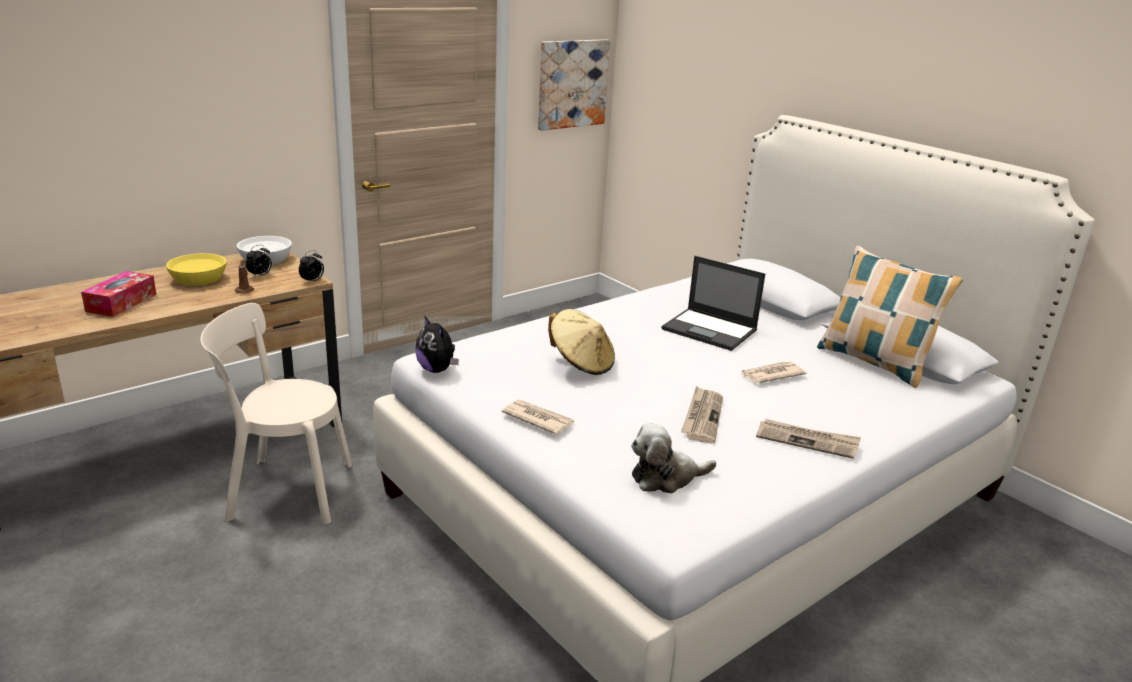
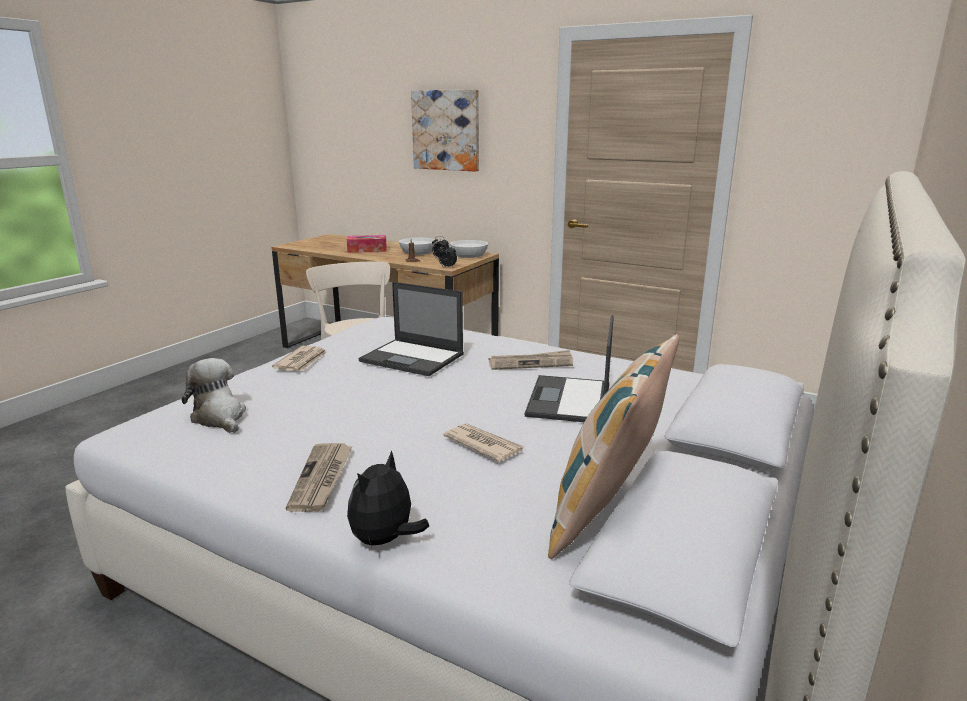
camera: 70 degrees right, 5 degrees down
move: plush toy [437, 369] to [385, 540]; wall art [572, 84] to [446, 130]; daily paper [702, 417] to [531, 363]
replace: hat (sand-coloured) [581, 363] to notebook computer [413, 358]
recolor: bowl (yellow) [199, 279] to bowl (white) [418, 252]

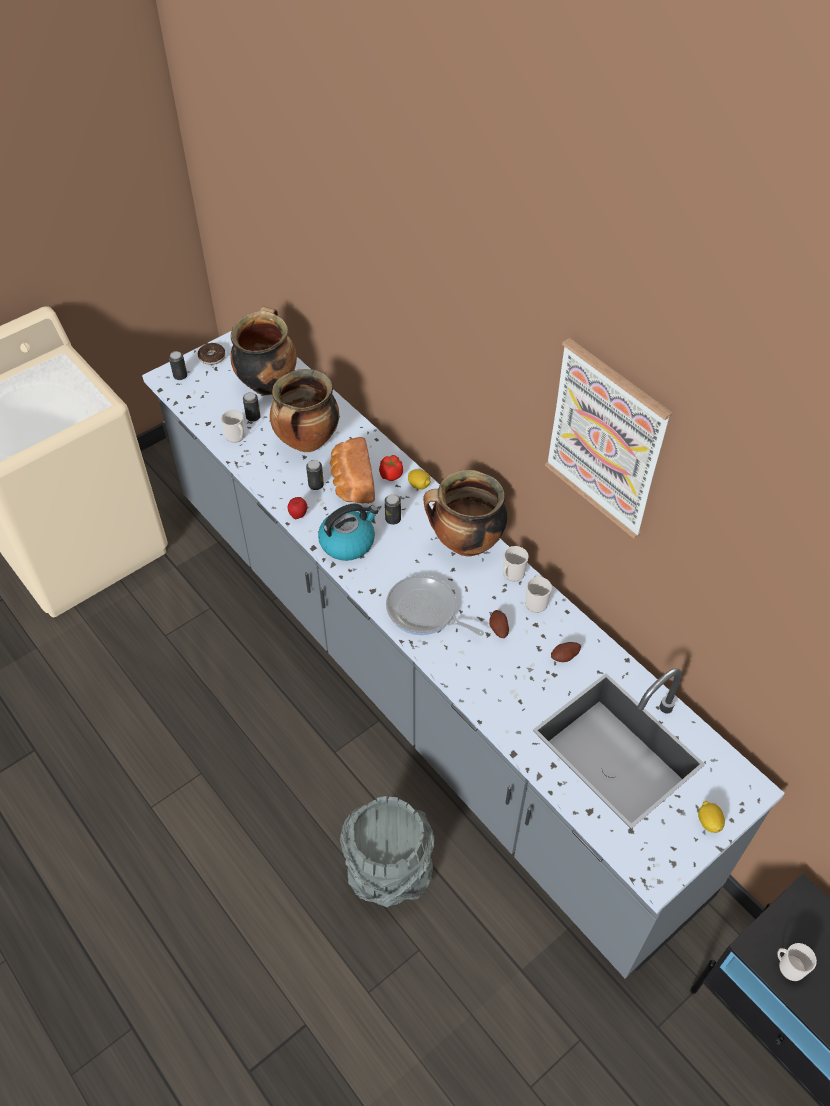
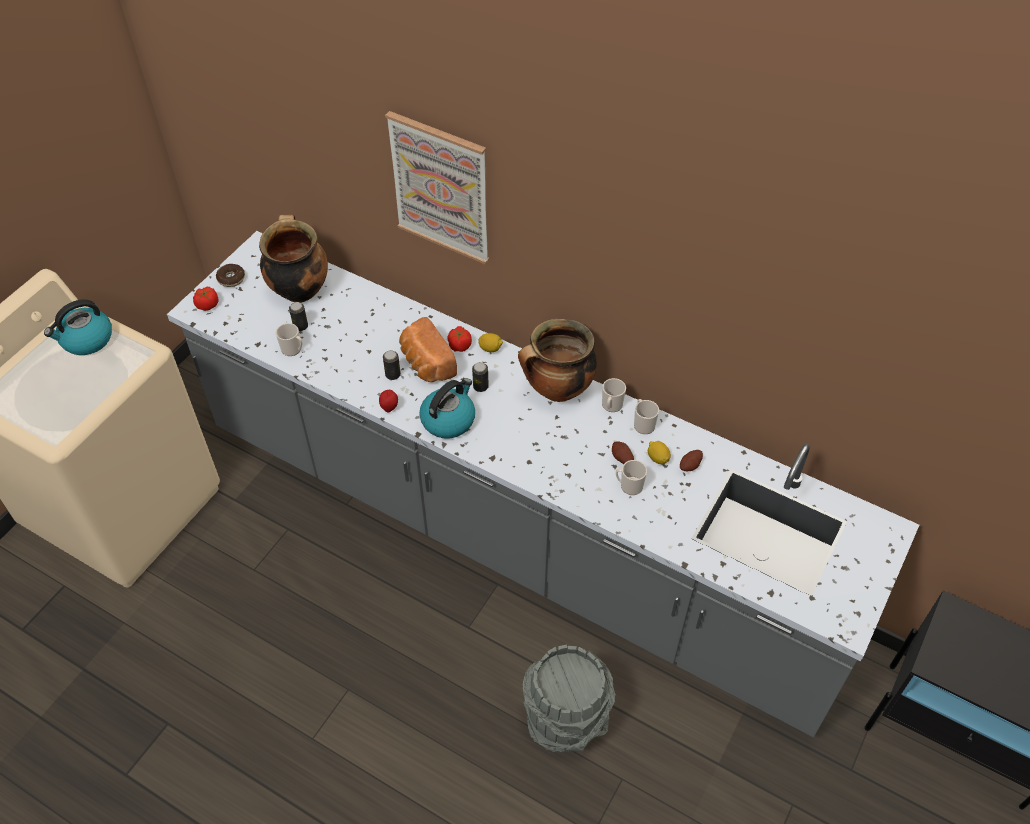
camera: 20 degrees left, 0 degrees up
delete: cooking pot [307, 442]; frying pan [425, 611]
insert: kettle [86, 340]
move: wall art [606, 439] to [441, 188]; lemon [708, 822] to [657, 458]; tea mug [788, 966] to [629, 486]
replace: sealed can [180, 376] to whole tomato [207, 305]

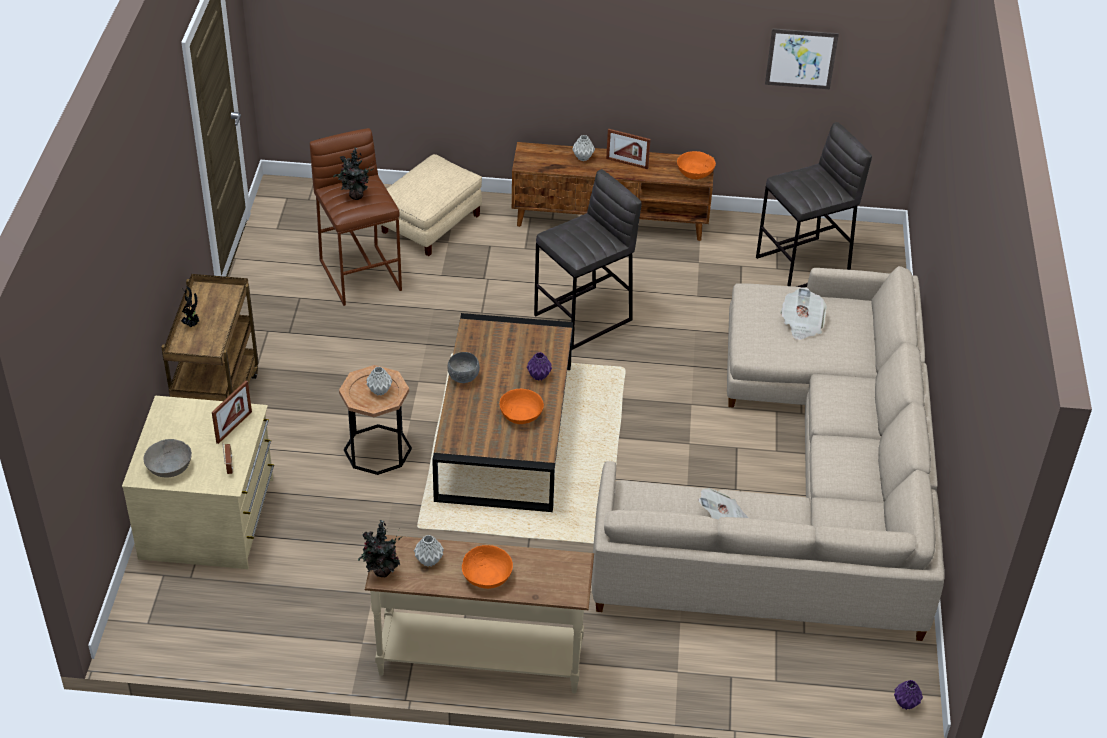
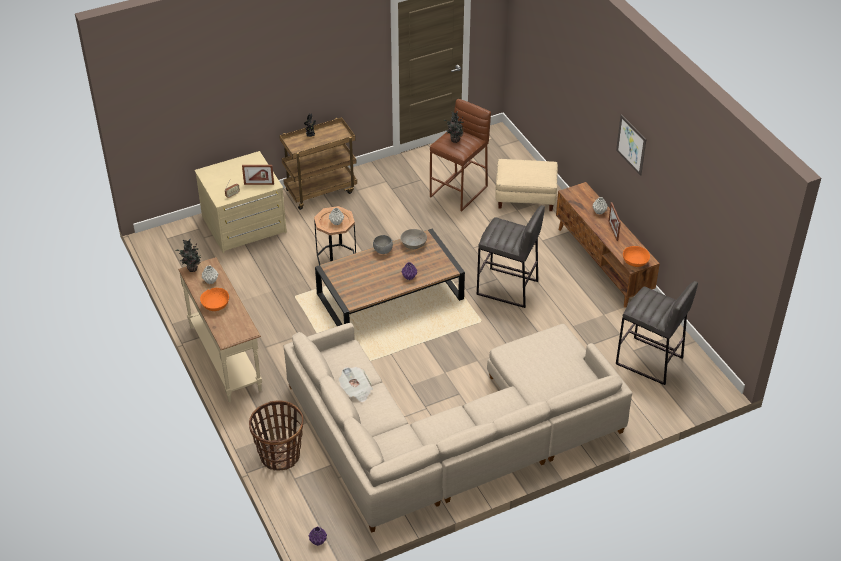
camera: 60 degrees right, 0 degrees up
delete: bowl (orangey) [521, 414]; daily paper [801, 324]
insert: basket [279, 455]
move: bowl (gray) [169, 466] to [413, 243]; wall art [801, 58] to [631, 144]

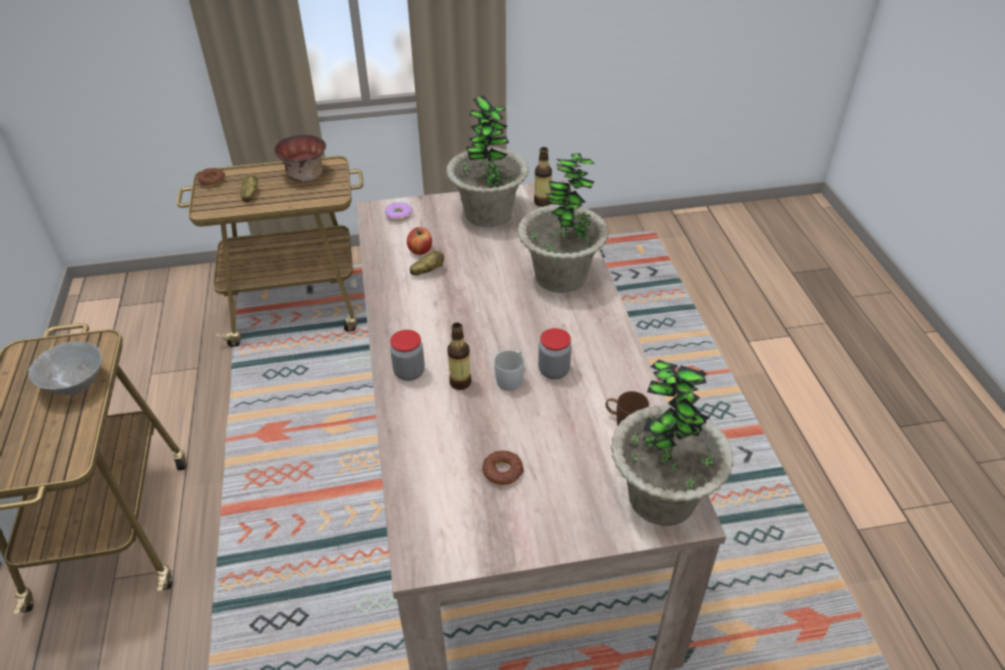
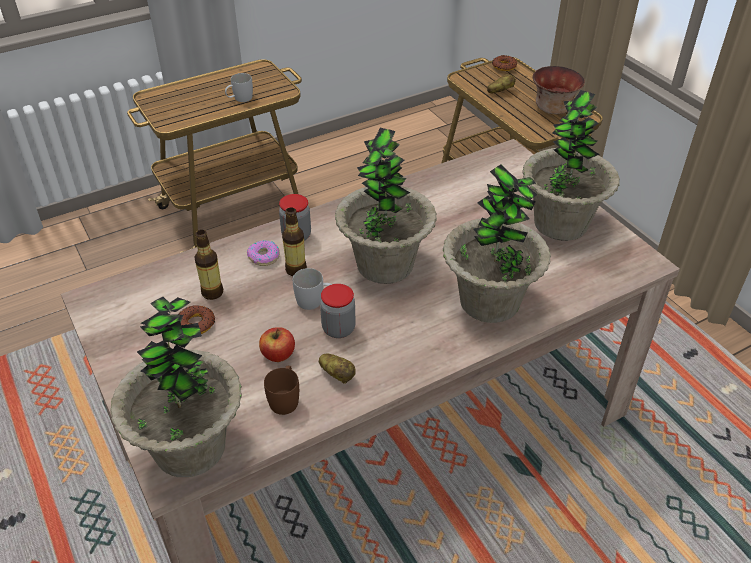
camera: 70 degrees right, 0 degrees up
insert: houseplant [385, 265]
move: ring doughnut [399, 215] to [264, 257]; apple [420, 250] to [278, 354]; spud [427, 271] to [337, 375]; drink bottle [542, 202] to [212, 292]
replace: bowl (gray) [76, 385] to tea mug (white) [240, 99]

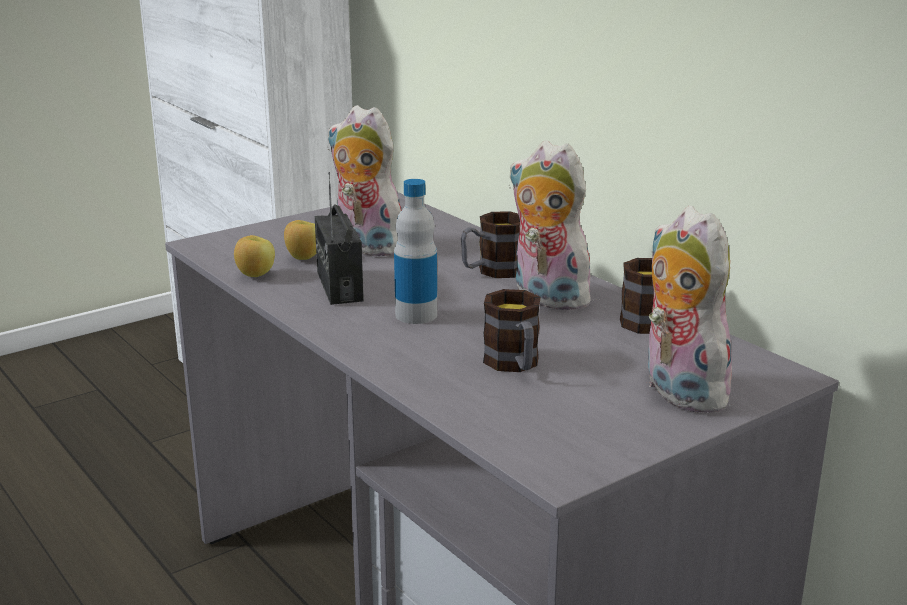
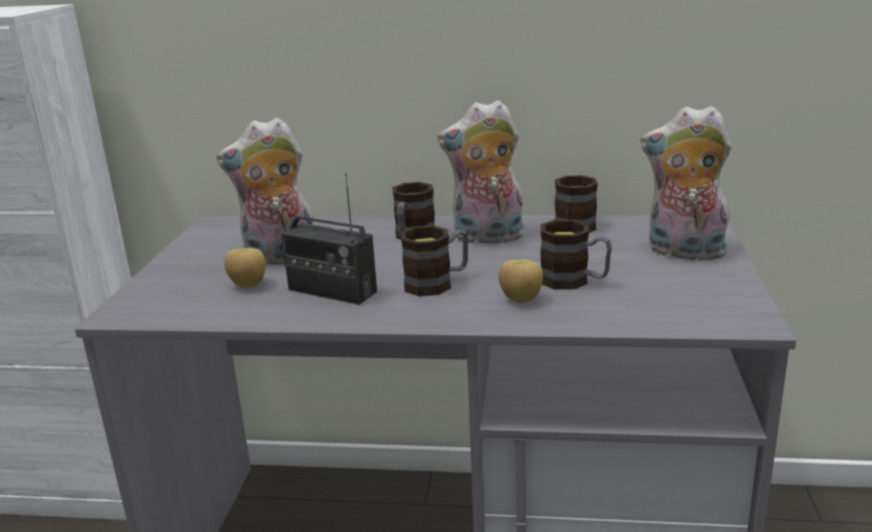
camera: 45 degrees left, 0 degrees up
move: apple [255, 275] to [520, 300]
replace: drink bottle [416, 315] to tea mug [437, 283]

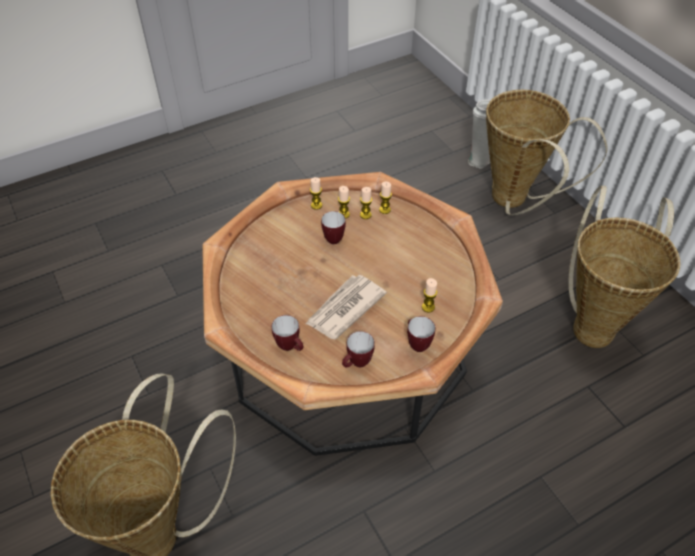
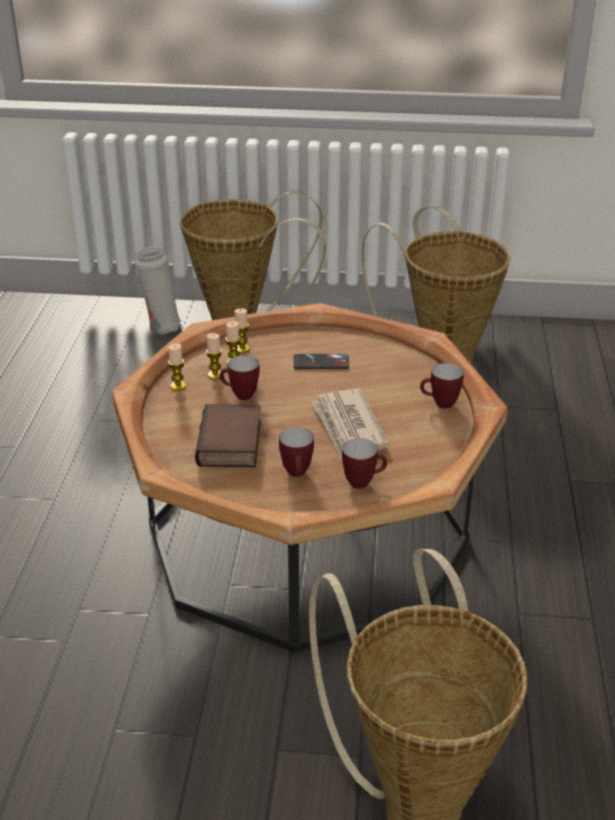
camera: 55 degrees left, 15 degrees down
delete: wax candle [428, 307]
insert: bound book [232, 444]; telephone [321, 362]
move: tea mug [357, 364] to [297, 475]

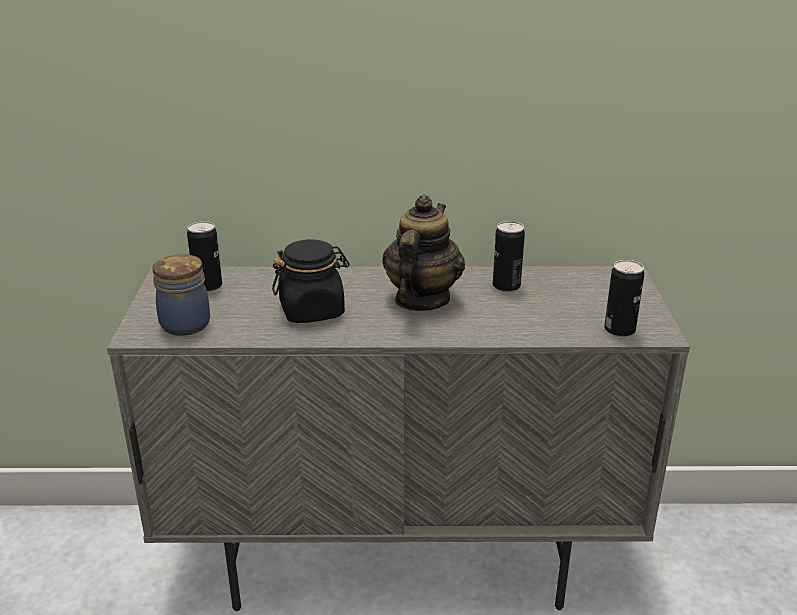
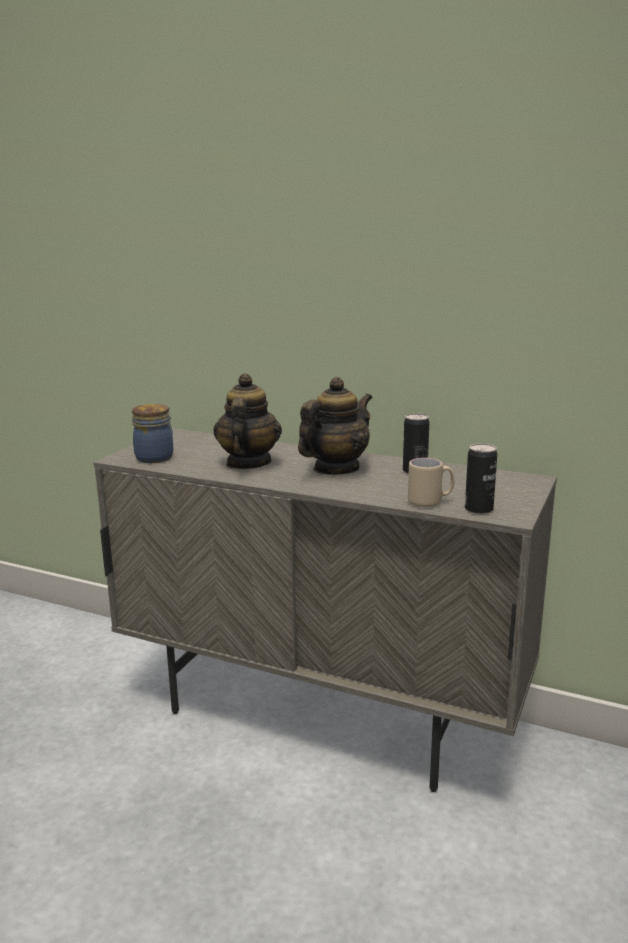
camera: 25 degrees right, 10 degrees down
delete: sealed can [208, 286]
insert: tea mug (sand-coloured) [430, 502]
replace: storage jar (blackish) [312, 310] to tea pot [247, 463]

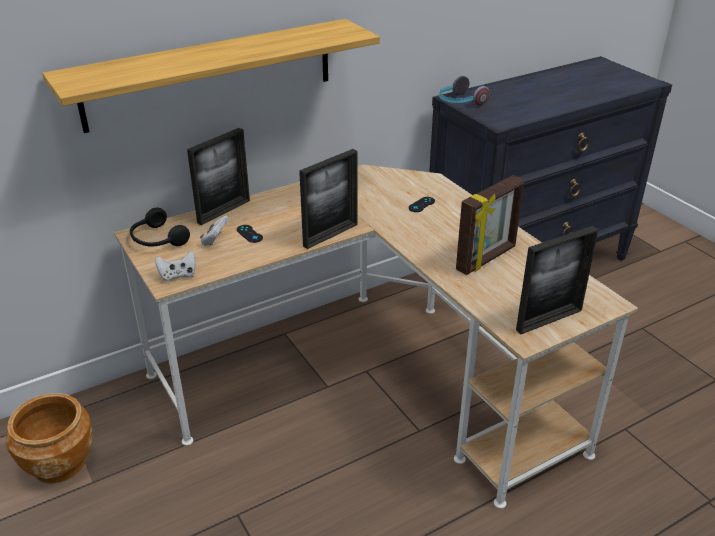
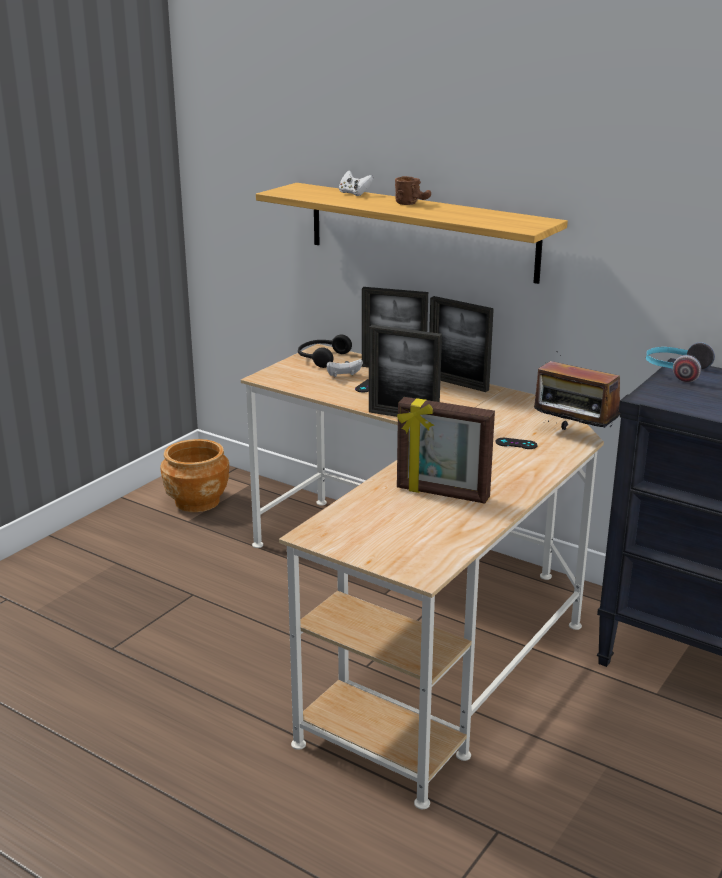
camera: 65 degrees right, 10 degrees down
insert: tea mug (brown) [413, 203]; radio [573, 435]
move: game controller (white) [178, 276] to [354, 194]; photo frame [549, 320] to [458, 383]

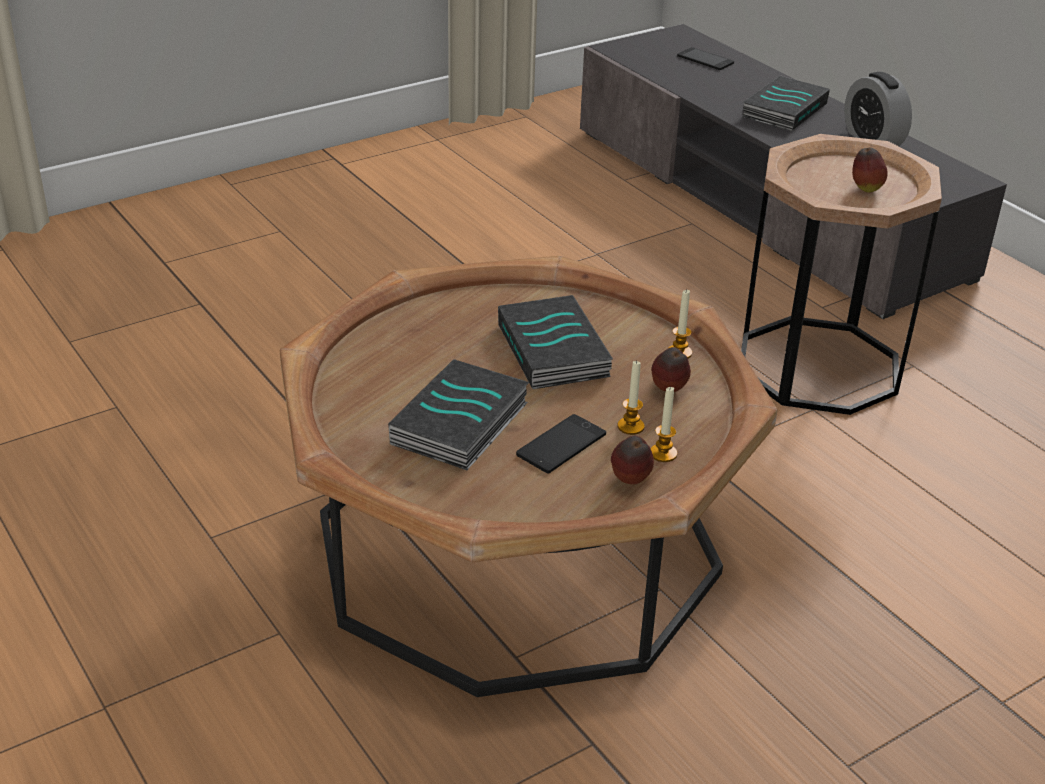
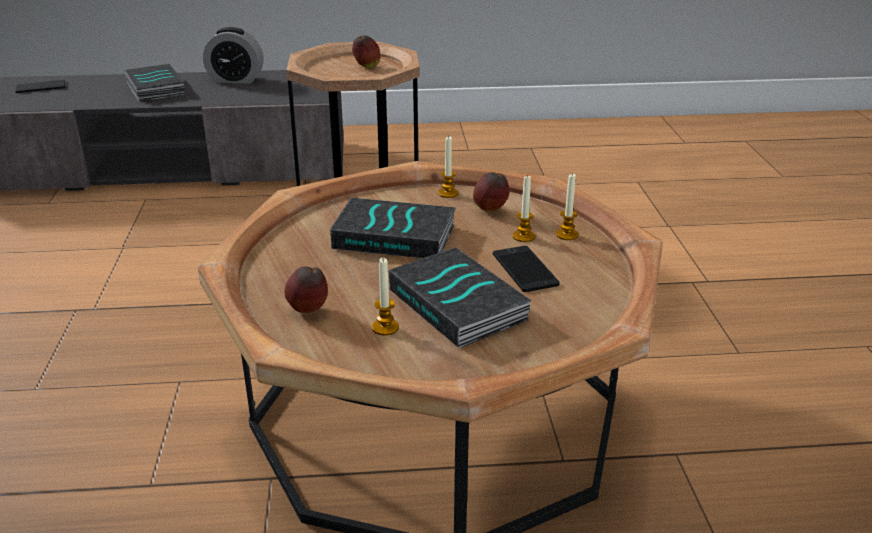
camera: 60 degrees left, 5 degrees down
insert: wax candle [385, 327]
move: apple [630, 481] to [309, 311]

